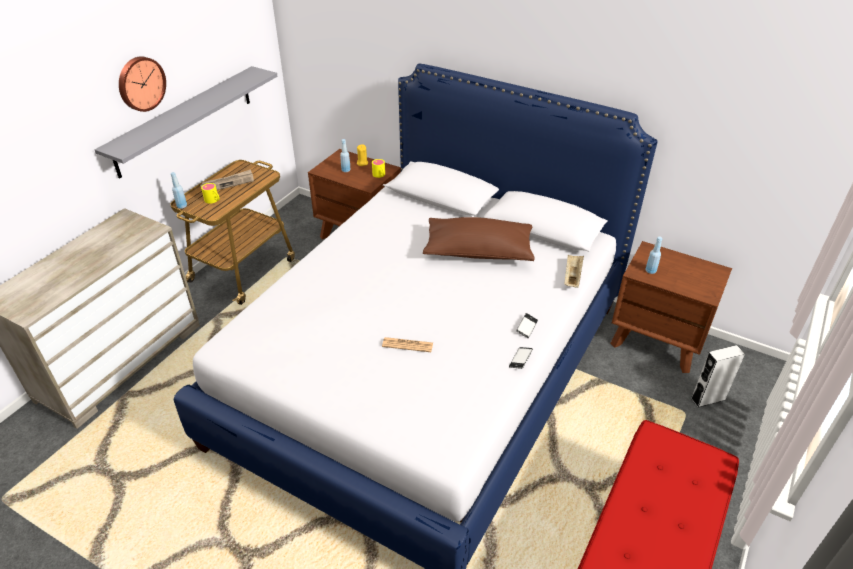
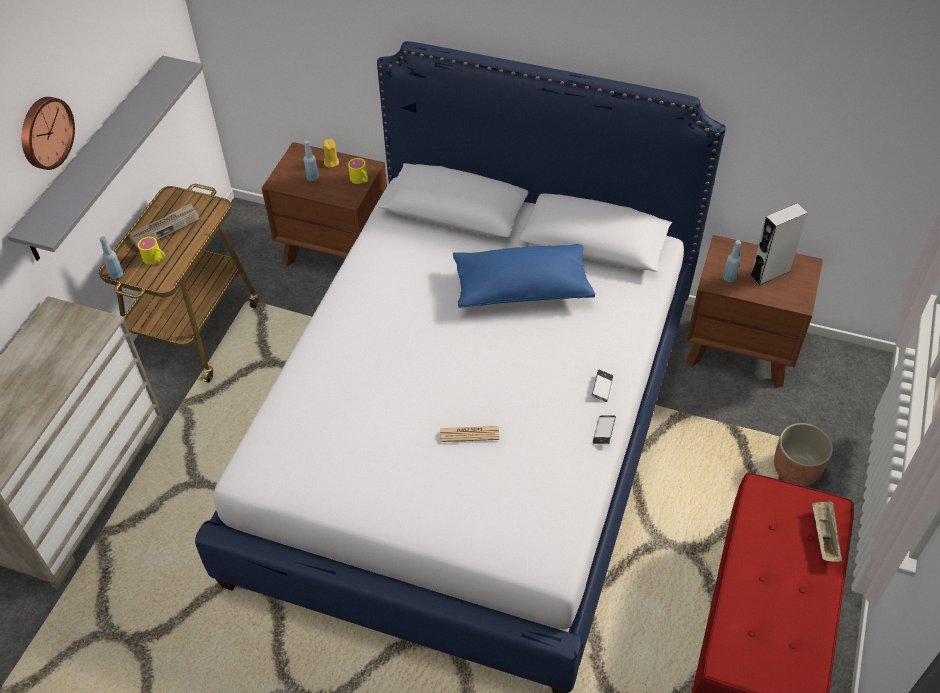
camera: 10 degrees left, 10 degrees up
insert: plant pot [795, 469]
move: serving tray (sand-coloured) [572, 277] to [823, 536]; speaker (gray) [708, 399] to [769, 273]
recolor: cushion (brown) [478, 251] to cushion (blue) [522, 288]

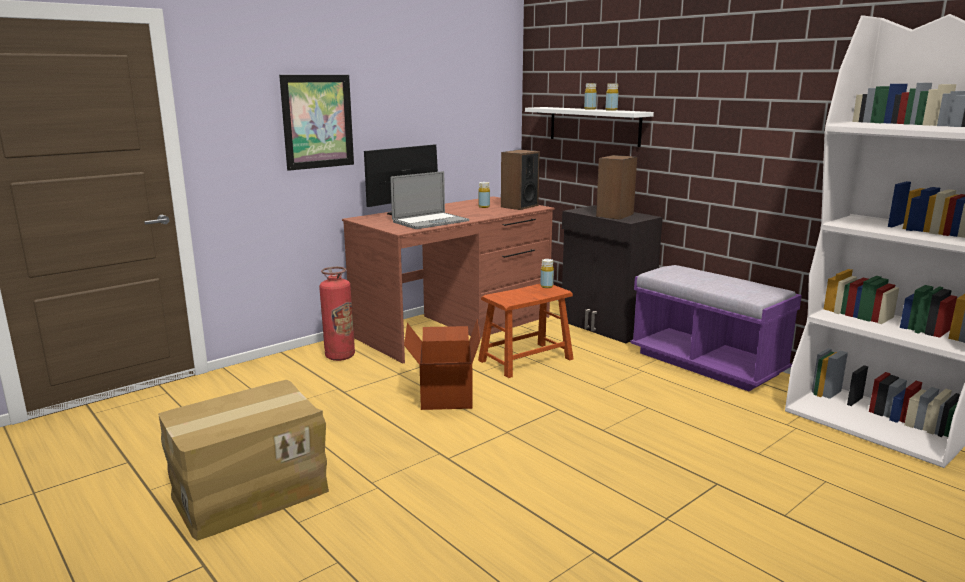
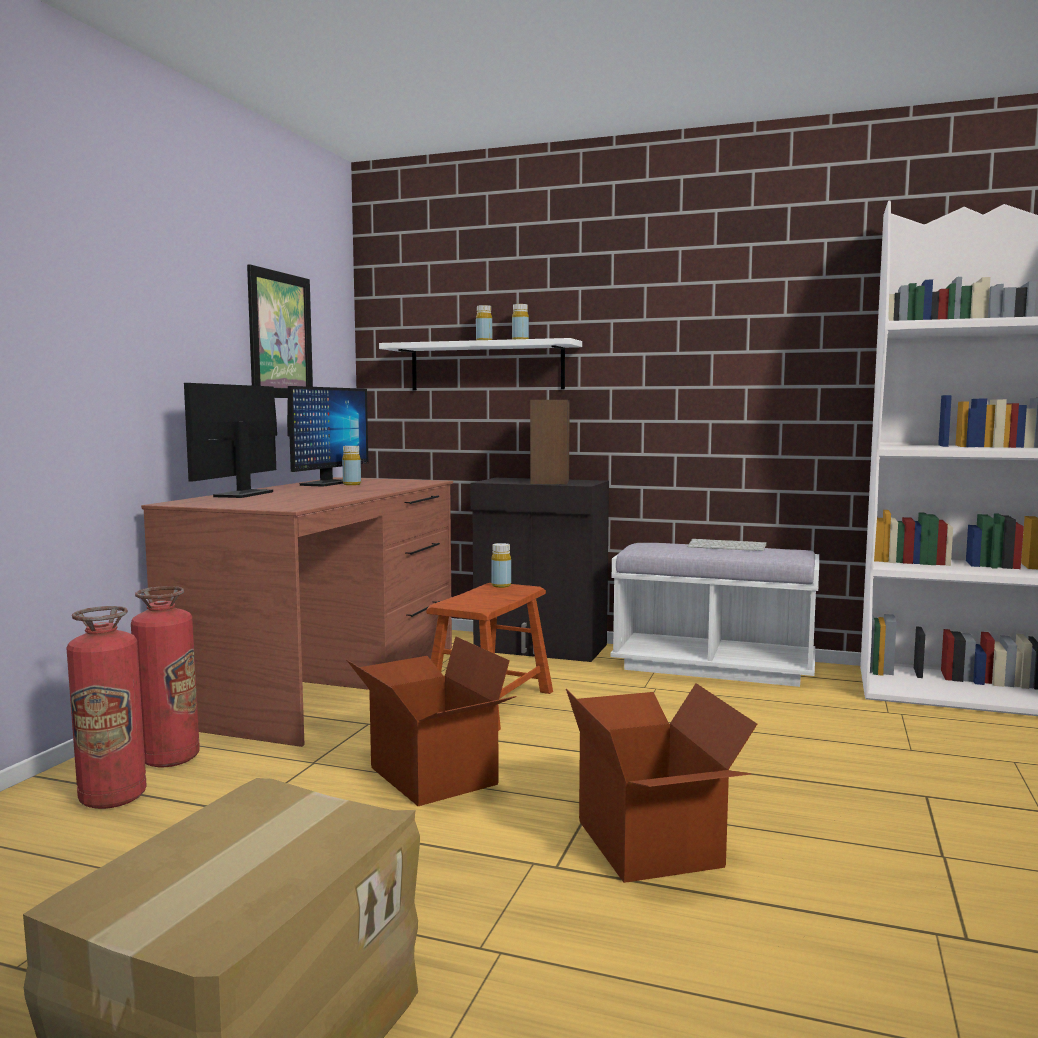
camera: 30 degrees left, 10 degrees down
delete: notebook computer [430, 221]; speaker [519, 206]
insert: fire-fighting cylinder [113, 798]; monitor [326, 483]; cardboard box [651, 843]; keyboard [728, 546]
move: wall art [317, 121] to [280, 335]
recolor: bench (purple-coloured) [706, 363] to bench (white) [713, 666]

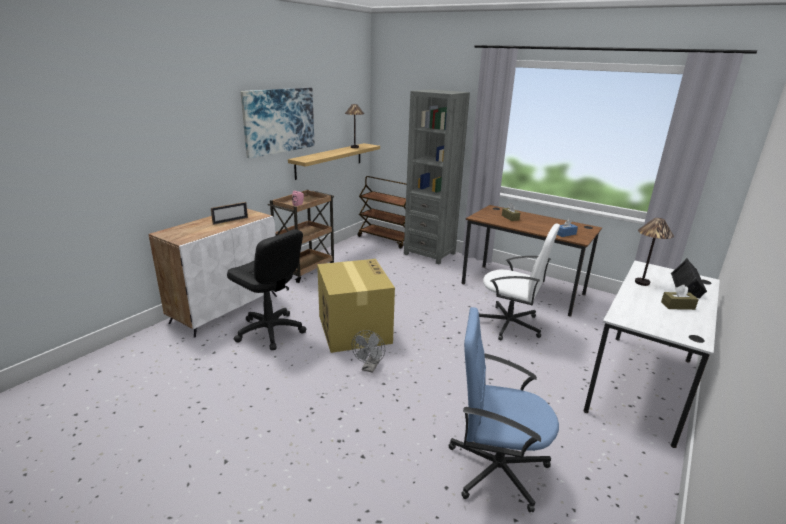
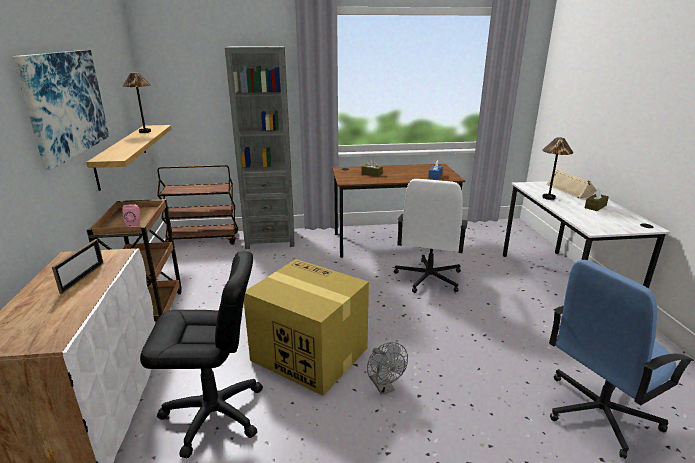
camera: 40 degrees left, 0 degrees up
recolor: speaker (blackish) [687, 285] to speaker (sand-coloured) [570, 190]
rotate: computer chair (white) [509, 324] = [428, 278] 120 degrees clockwise

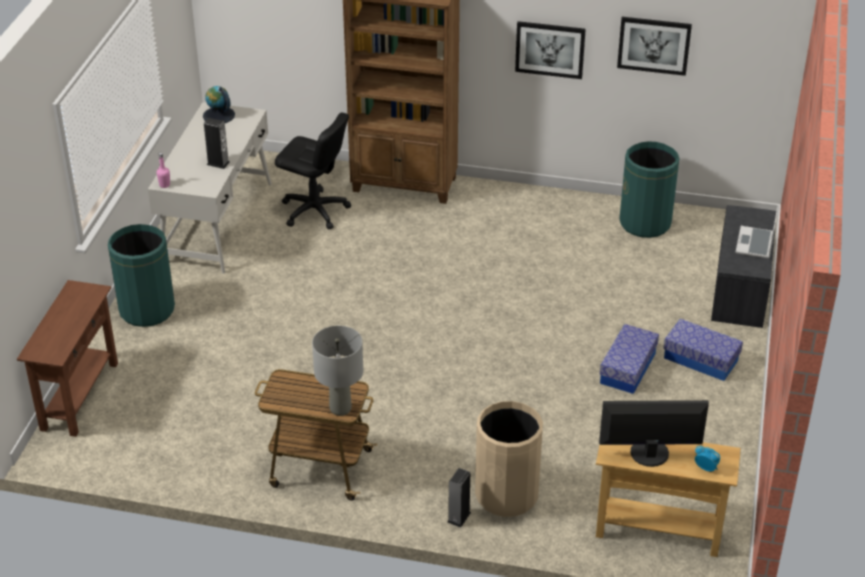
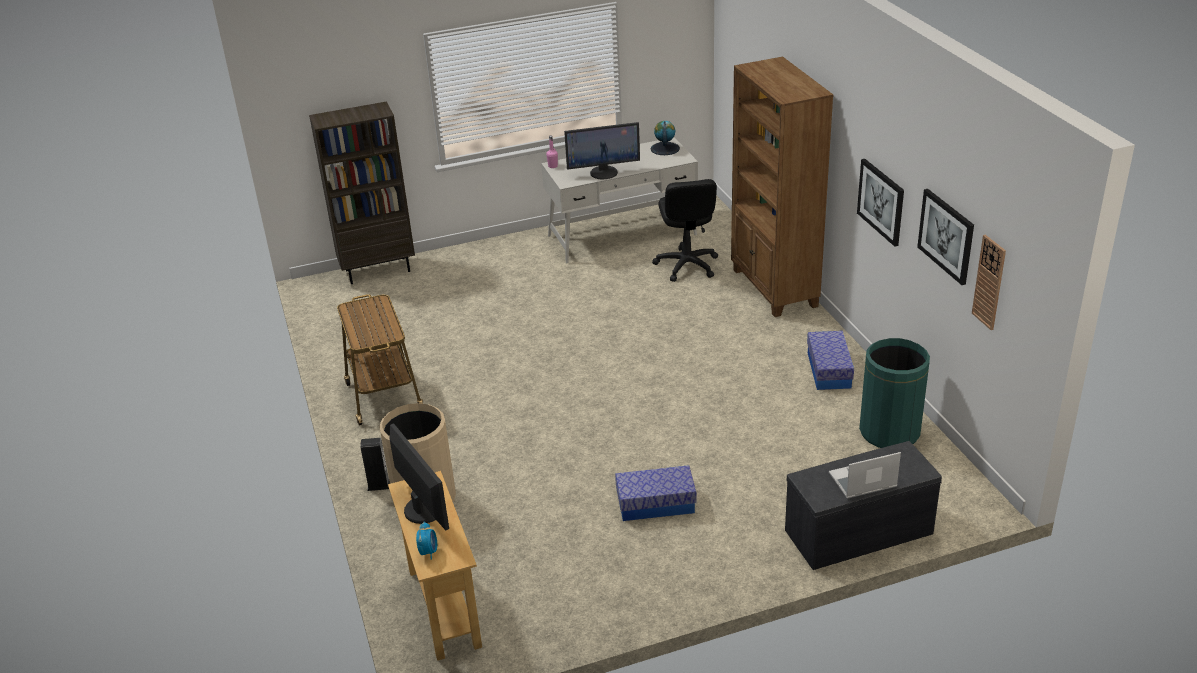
camera: 60 degrees right, 5 degrees down
delete: waste bin (green-coloured) [147, 310]; lamp for a table (gray) [340, 408]
insert: hanging clock [989, 282]
move: storage box [700, 359] to [828, 370]
replace: hall table (brown) [79, 396] to shelving unit (brown) [378, 270]; speaker [218, 163] to monitor [604, 172]

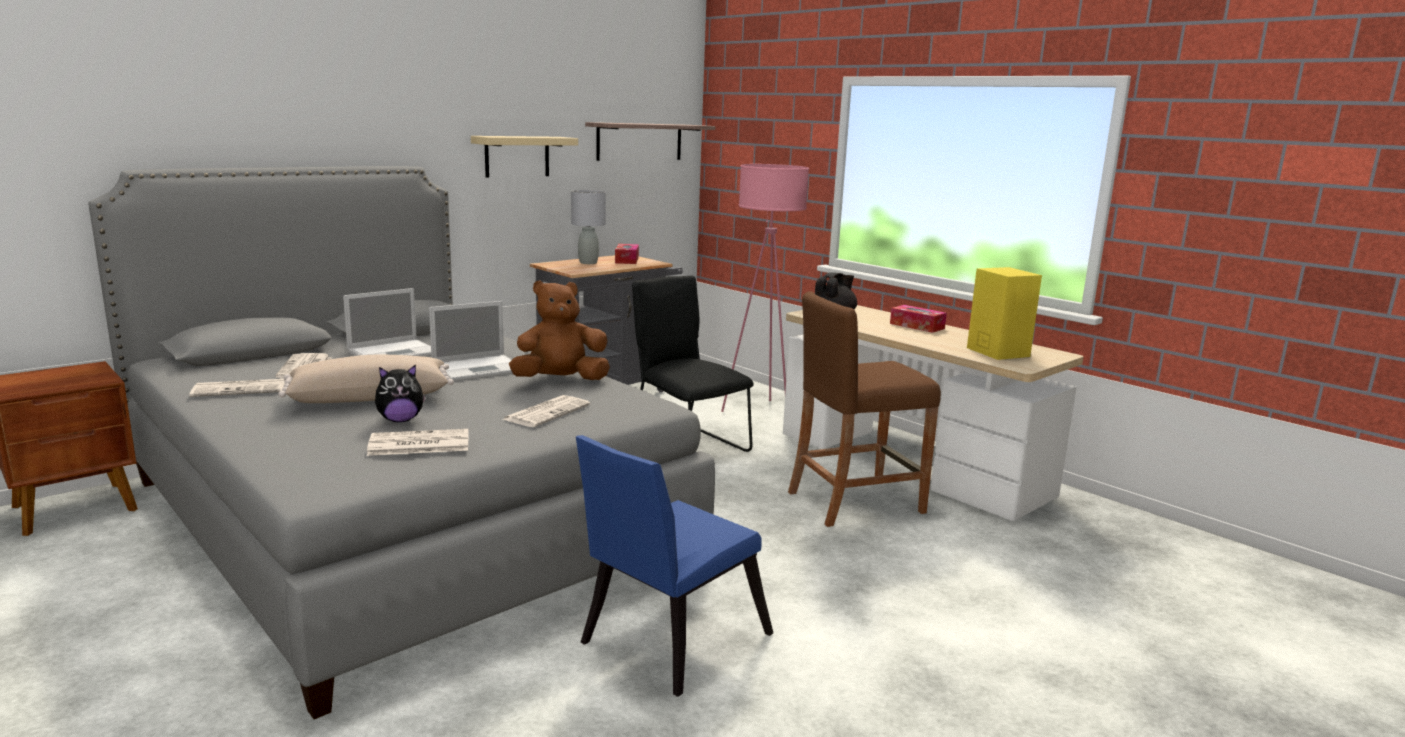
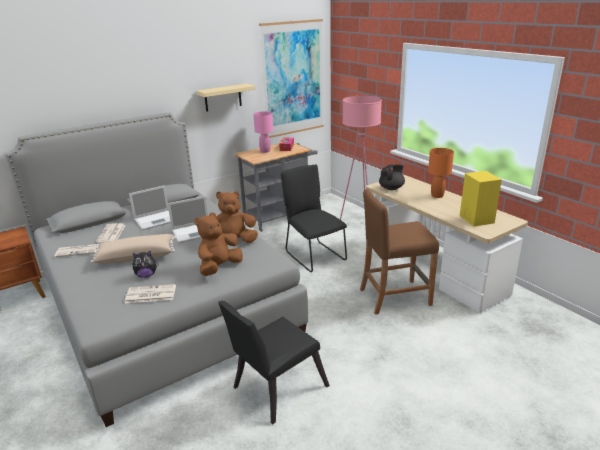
camera: 10 degrees right, 10 degrees up
replace: daily paper [547, 412] to plush toy (brown) [219, 267]; wall shelf [639, 141] to wall art [293, 79]; box of tissues [917, 326] to lamp for a table (orangey) [437, 196]
recolor: lamp for a table (gray) [588, 263] to lamp for a table (pinkish) [265, 151]; chair (blue) [667, 642] to chair (blackish) [275, 389]

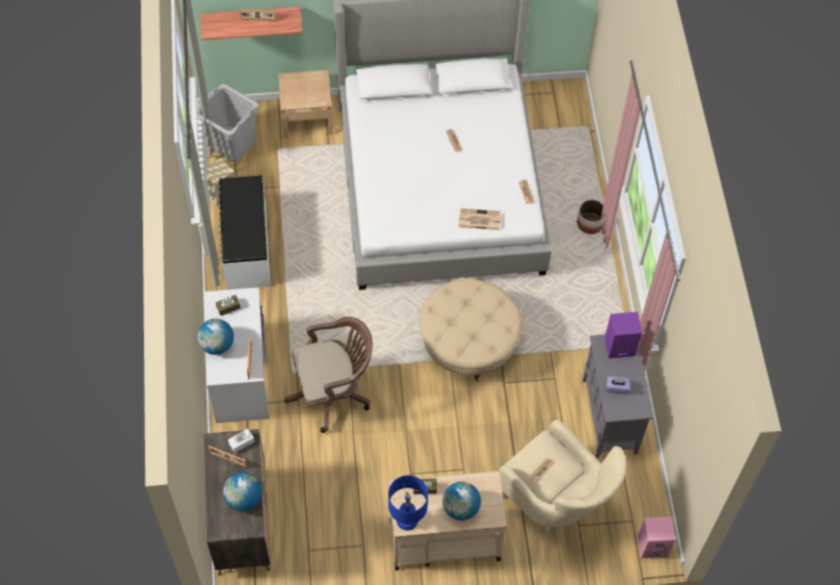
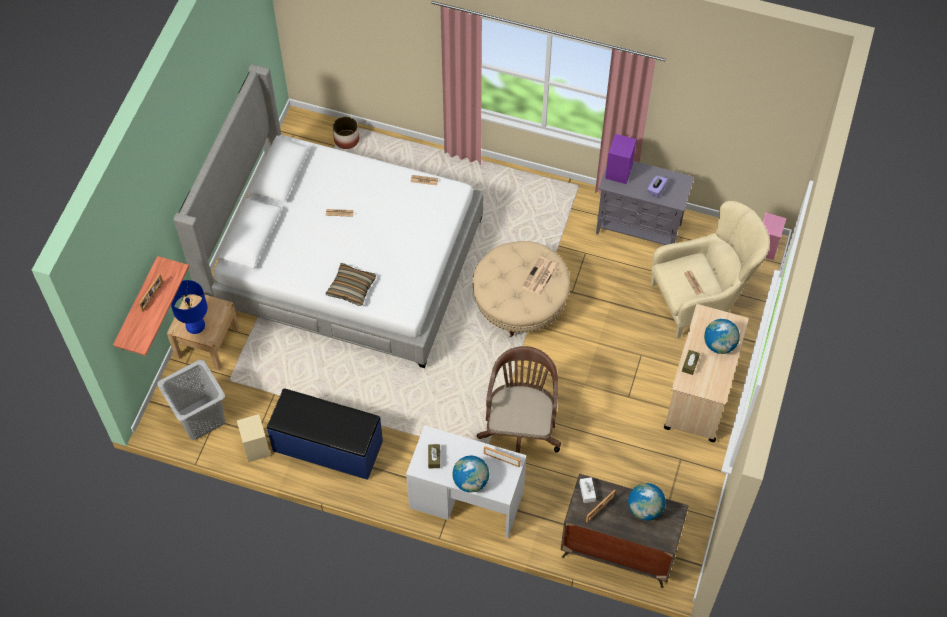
camera: 65 degrees left, 0 degrees up
insert: cushion [351, 288]
move: lamp for a table (blue) [407, 519] to [195, 325]; daily paper [479, 220] to [540, 277]; plant pot [590, 223] to [346, 139]
recolor: bench (white) [246, 246] to bench (blue) [327, 446]

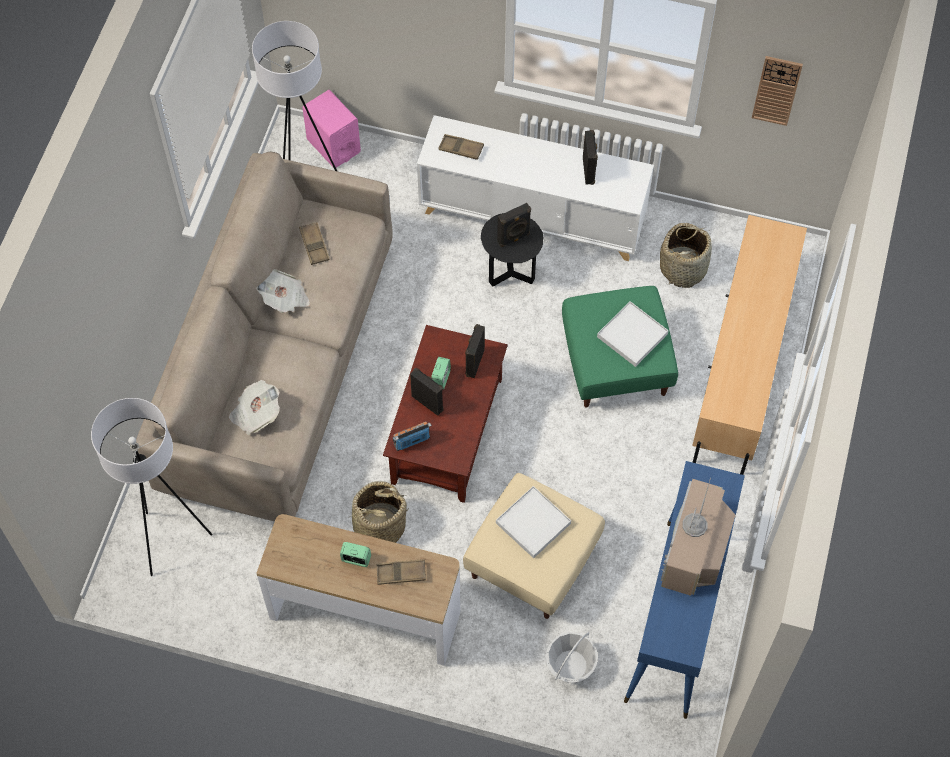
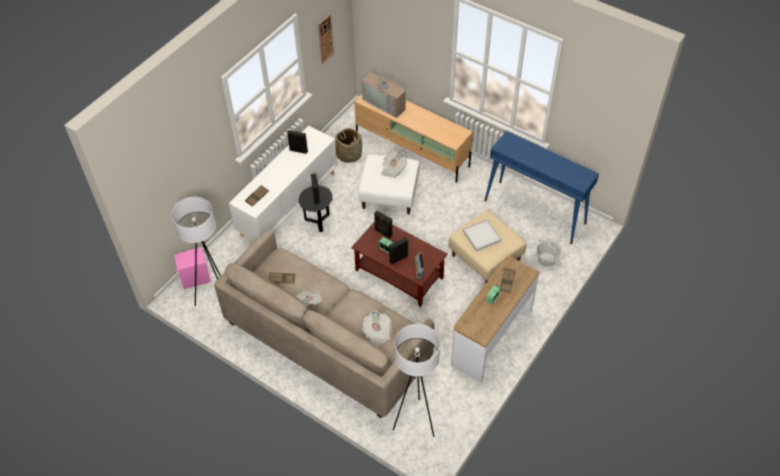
camera: 70 degrees left, 10 degrees down
delete: basket [379, 526]
move: television [695, 551] to [386, 103]
replace: serving tray (white) [632, 335] to daily paper [393, 169]
recolor: ottoman (green-coloured) [617, 362] to ottoman (white) [389, 194]

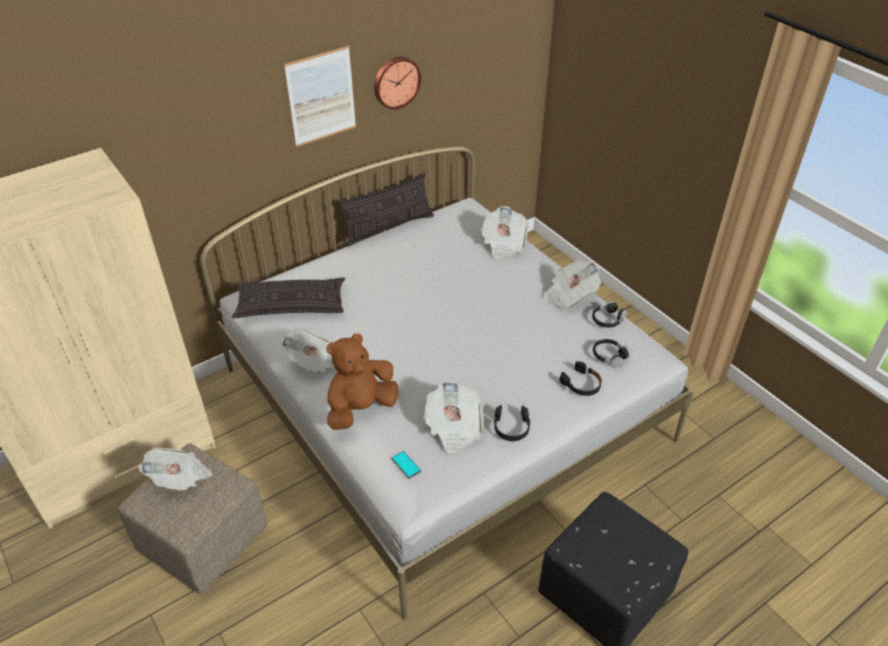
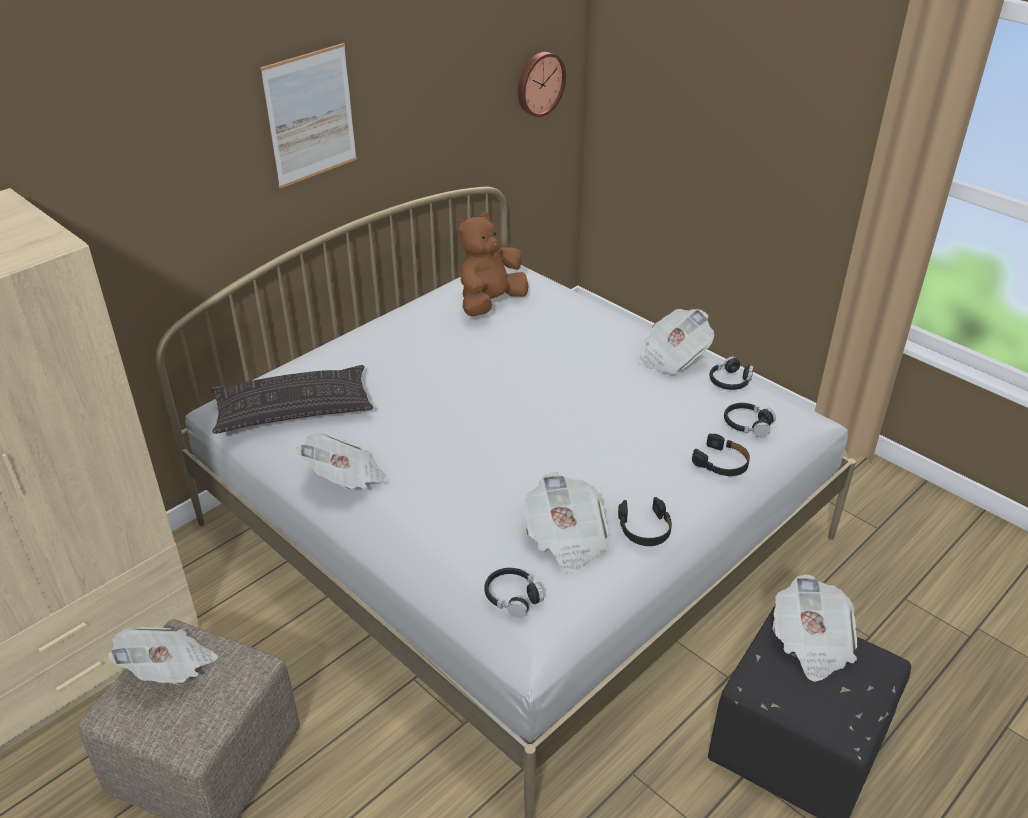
camera: 10 degrees left, 5 degrees down
delete: cushion [388, 227]
move: plush toy (brown) [361, 408] to [490, 303]; hanging clock [396, 82] to [539, 83]; daily paper [503, 244] to [811, 644]
replace: telephone [406, 465] to headphones (blackish) [512, 597]

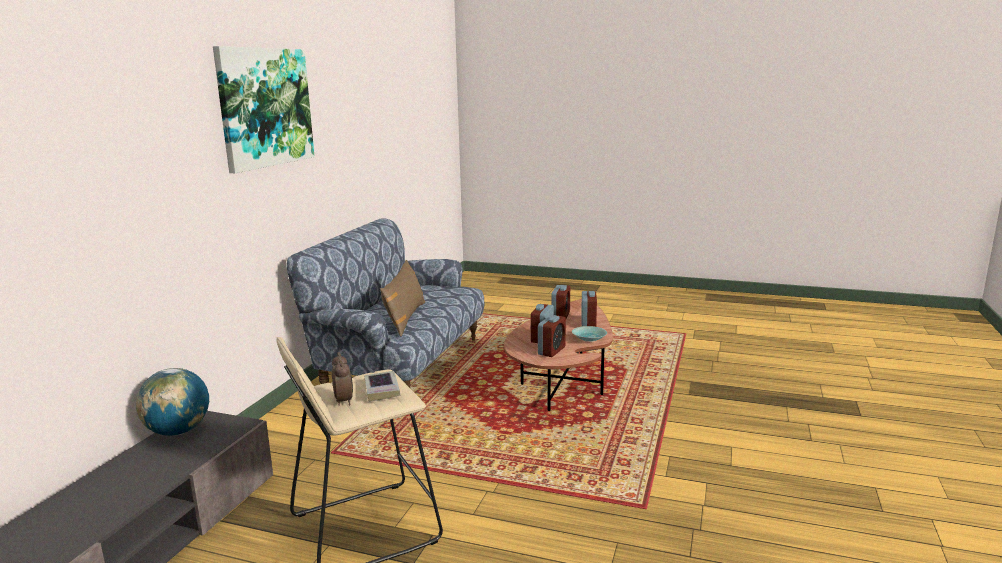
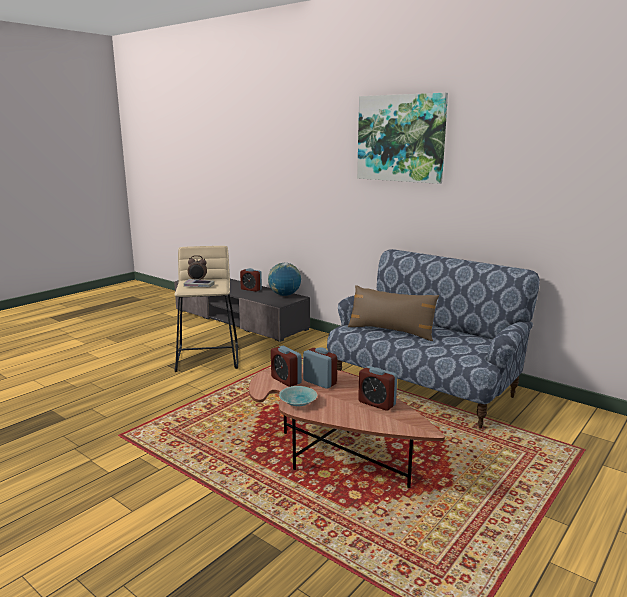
camera: 110 degrees right, 0 degrees up
move: bedside clock [588, 323] to [251, 289]

